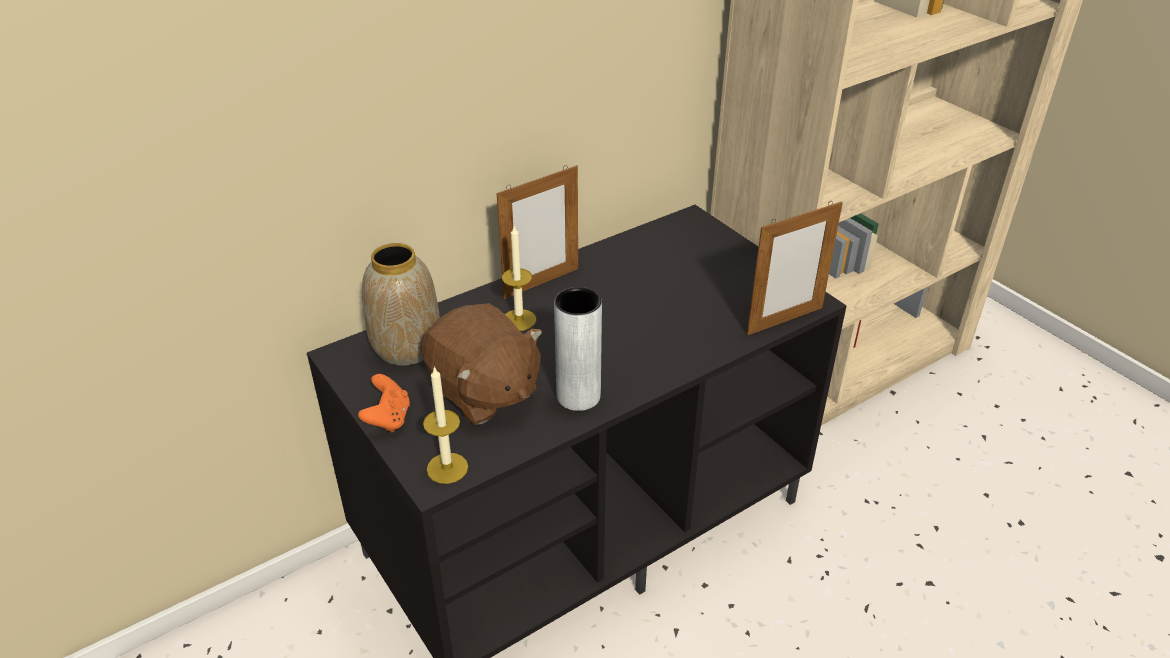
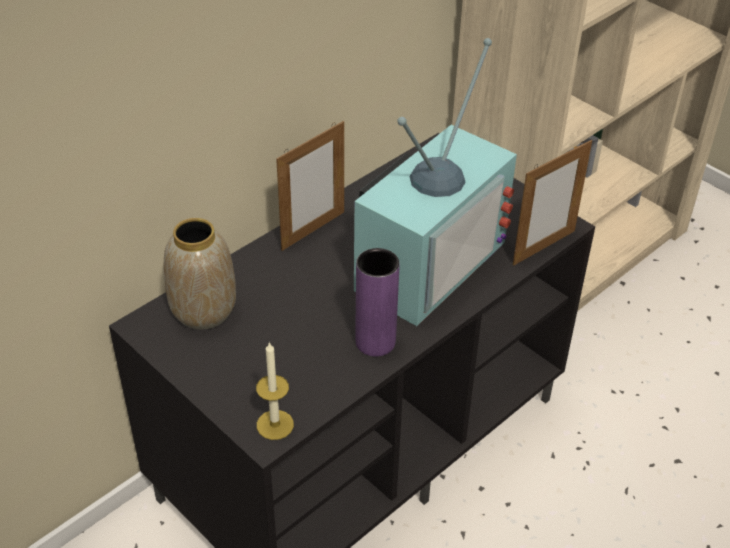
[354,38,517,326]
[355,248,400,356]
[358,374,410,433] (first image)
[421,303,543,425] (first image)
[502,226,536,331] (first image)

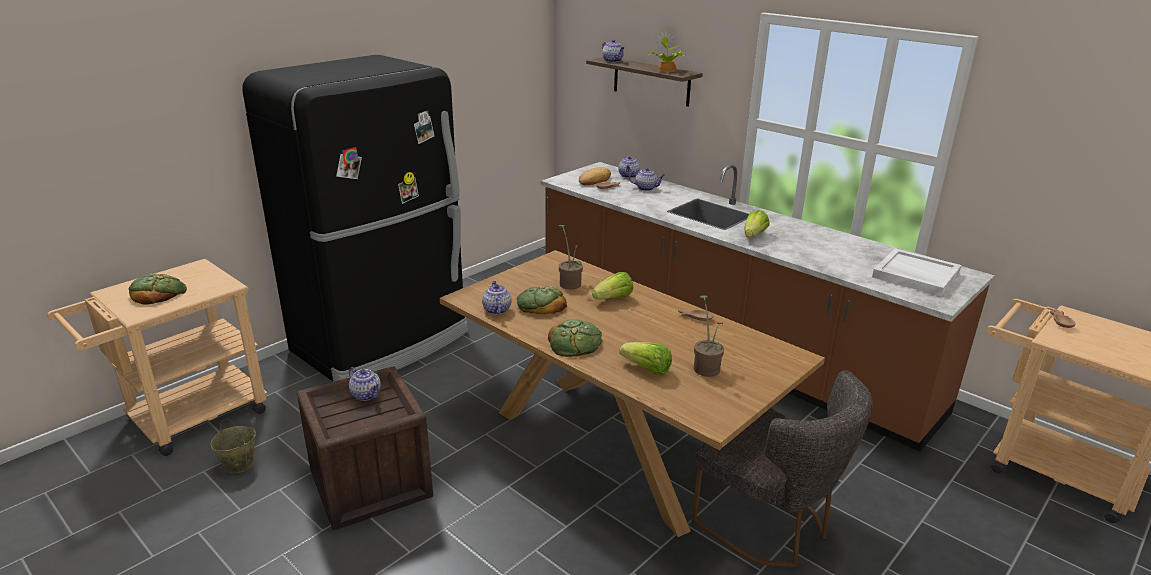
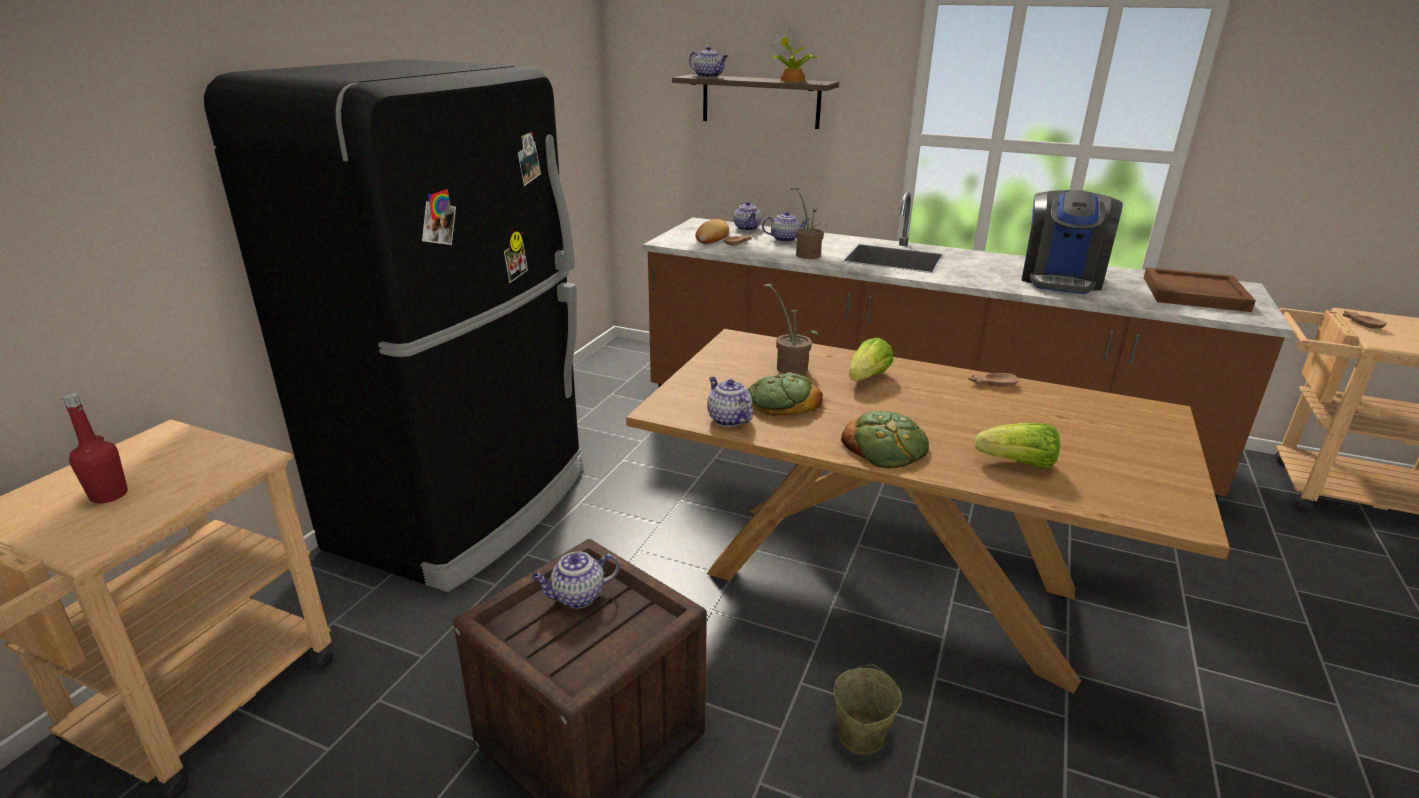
[62,393,128,504]
[532,552,619,609]
[791,188,827,259]
[833,663,902,755]
[1022,190,1123,294]
[1144,267,1256,312]
[692,370,873,567] (first image)
[744,210,770,237] (first image)

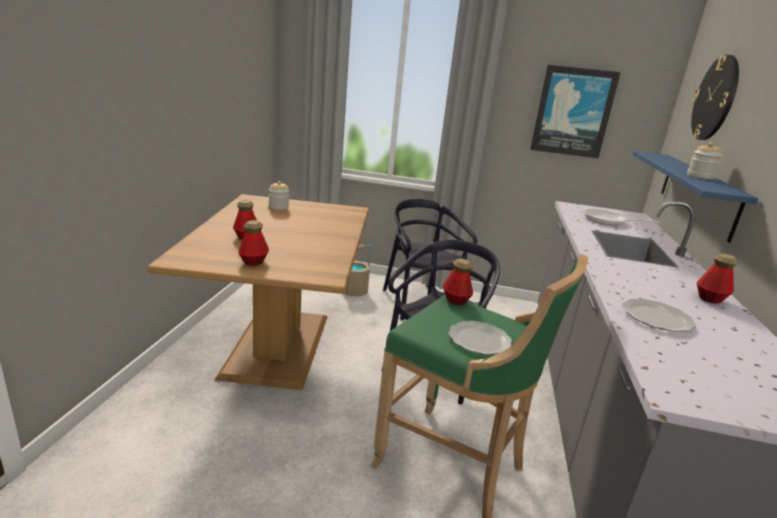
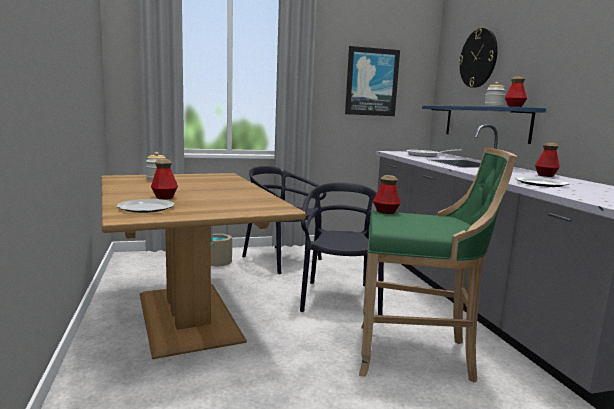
[117,199,175,213]
[505,76,527,107]

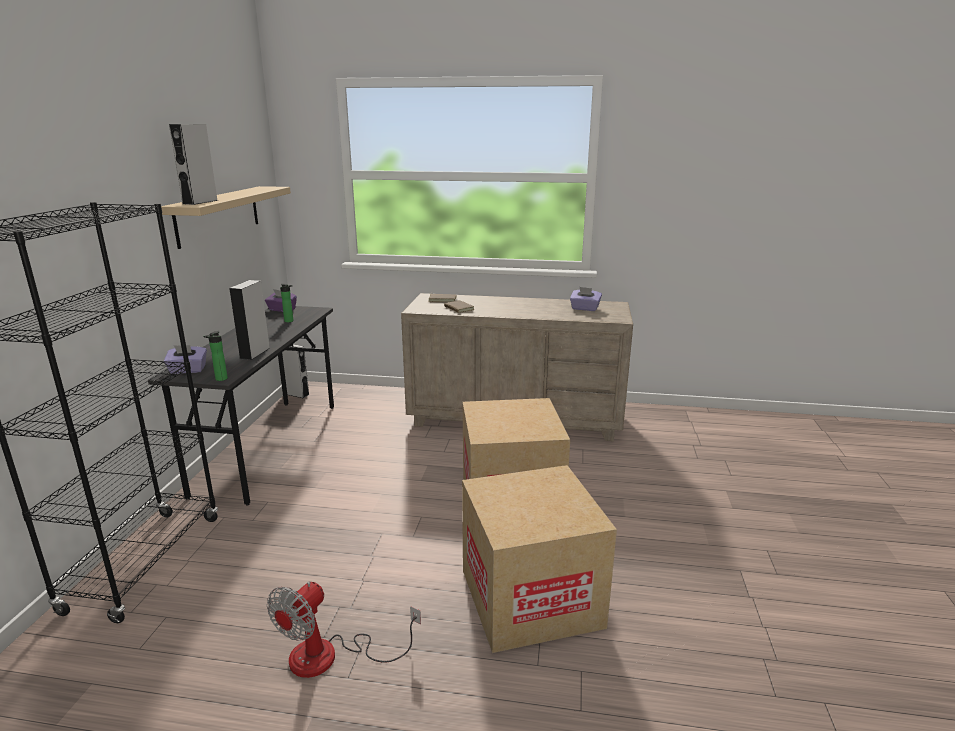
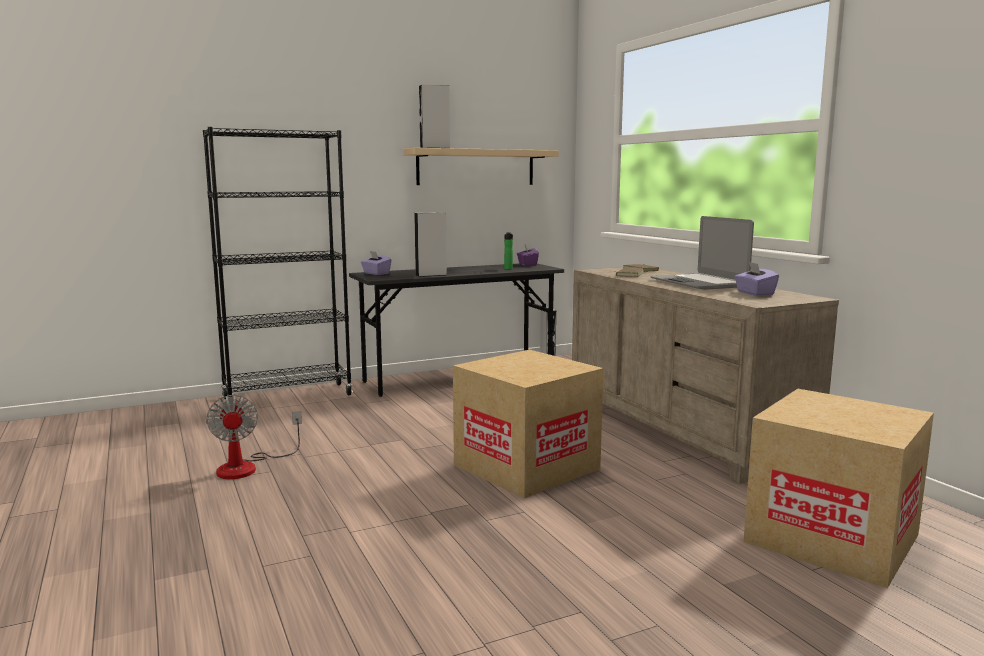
[206,395,302,479]
[650,216,754,290]
[744,389,934,588]
[203,331,228,381] (first image)

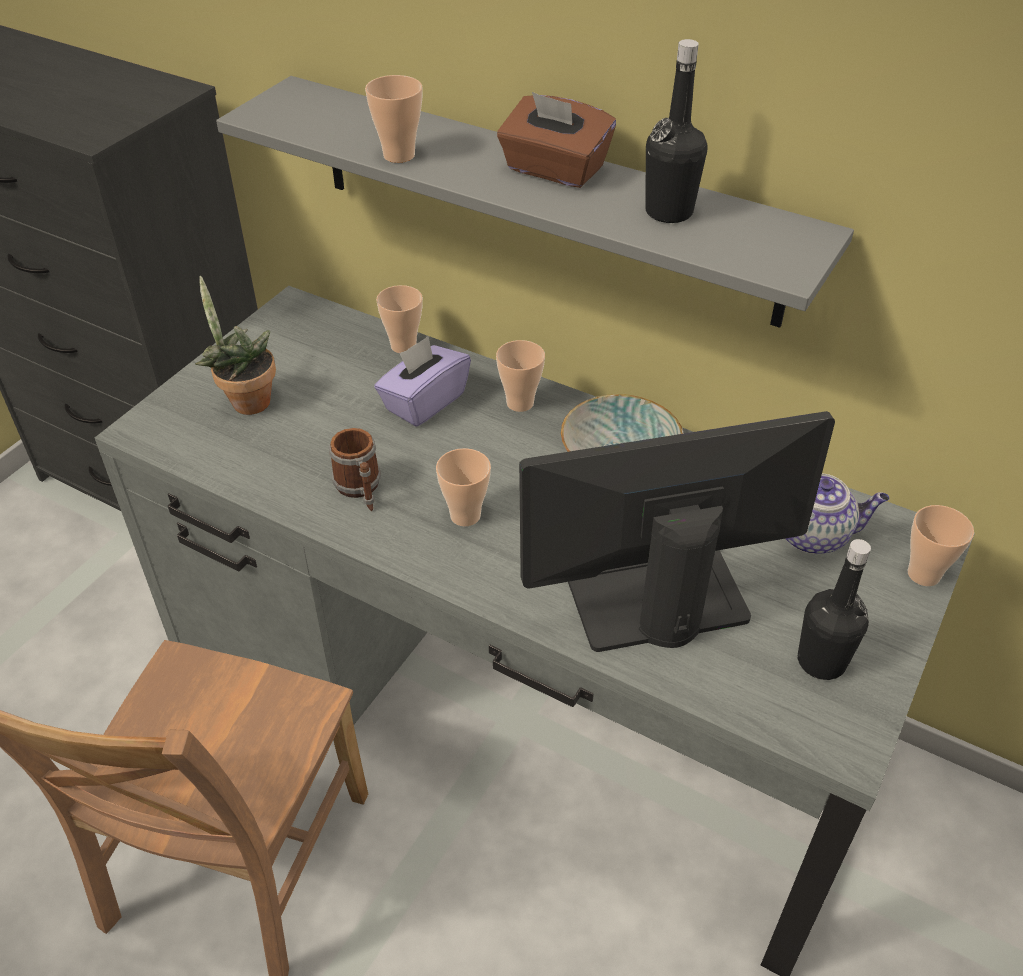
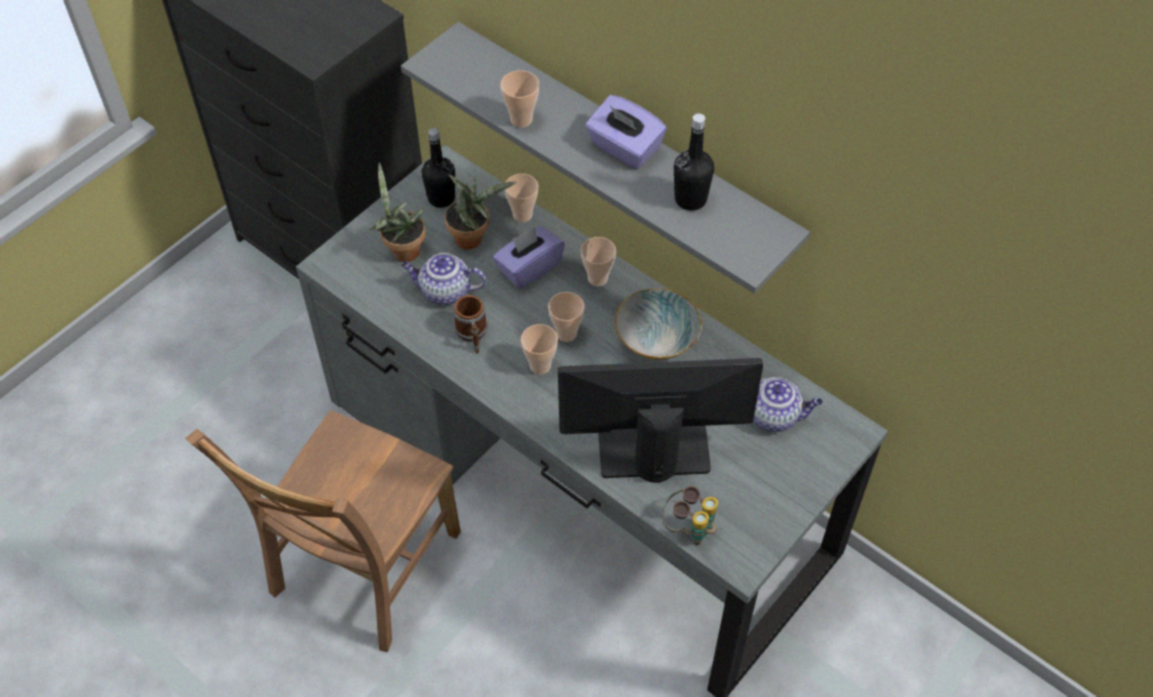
[401,253,486,305]
[422,128,455,208]
[445,174,516,250]
[548,292,585,342]
[585,95,667,169]
[662,486,718,546]

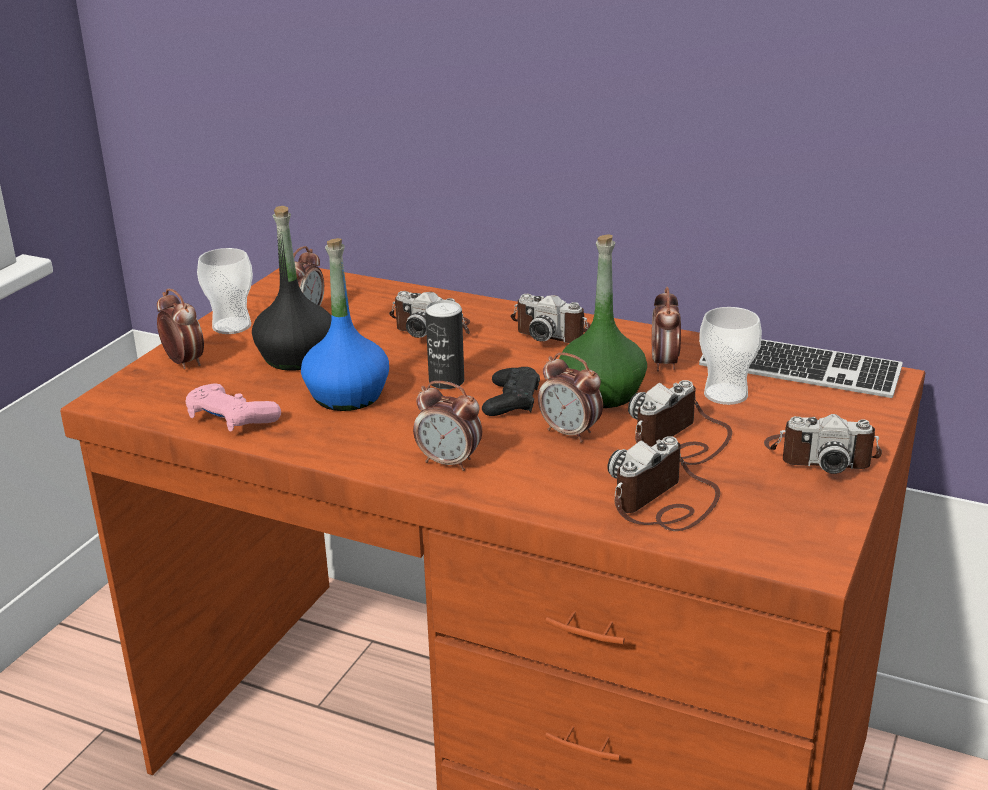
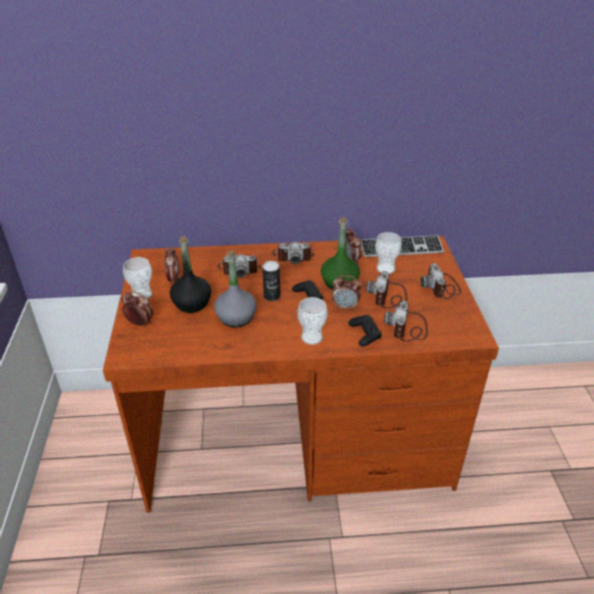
[214,250,257,327]
[297,297,328,345]
[348,315,382,347]
[420,263,461,299]
[185,383,281,432] (first image)

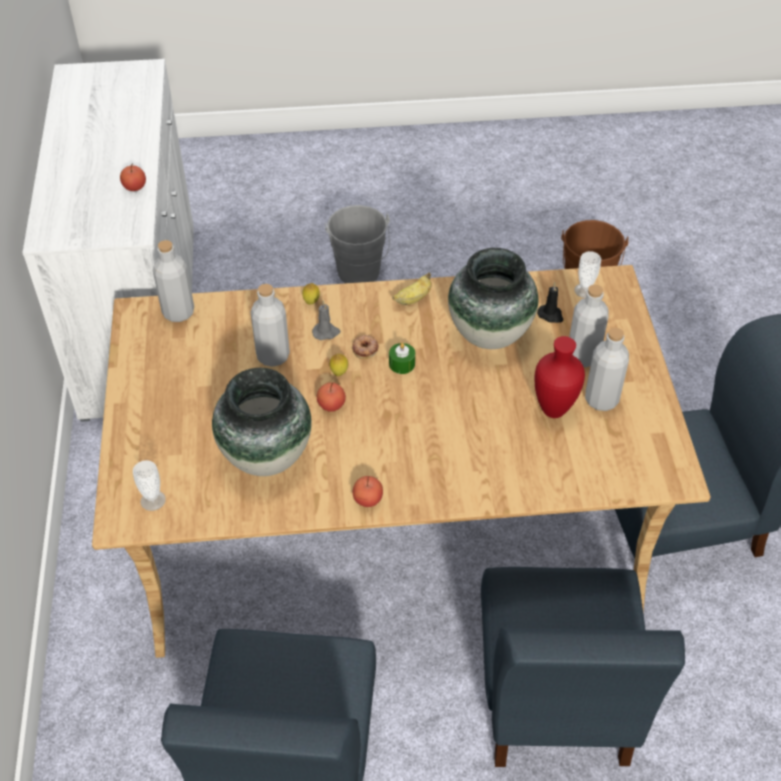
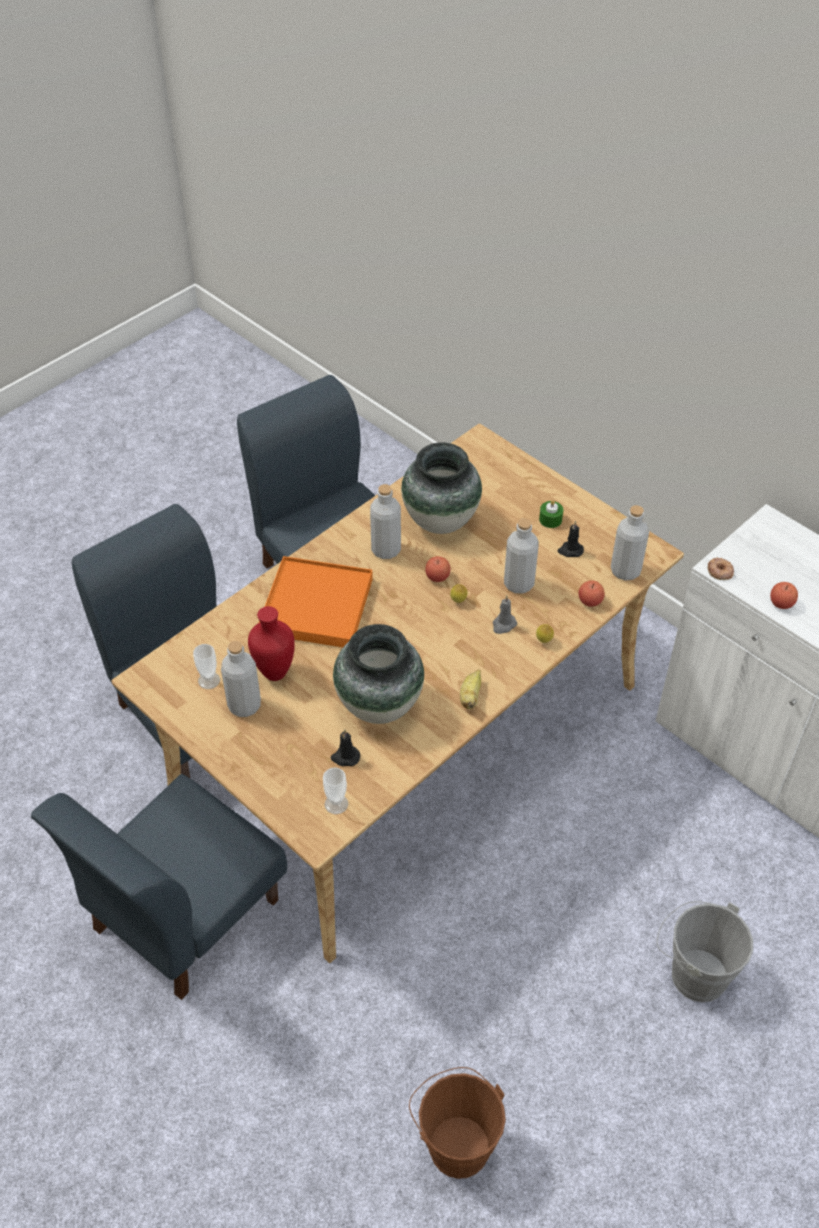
[193,644,220,689]
[259,556,373,647]
[370,484,401,559]
[539,500,563,528]
[558,521,584,557]
[578,580,605,607]
[708,557,734,580]

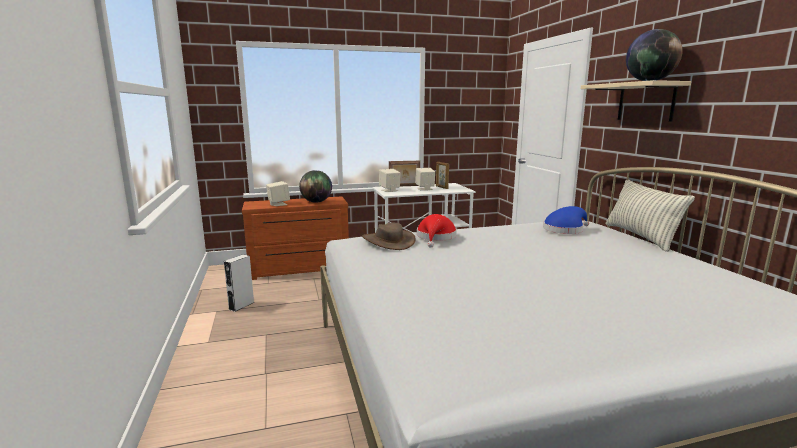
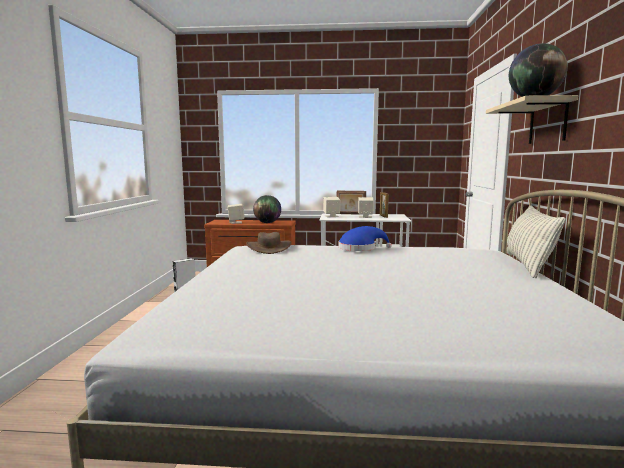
[339,226,392,251]
[417,214,457,248] (first image)

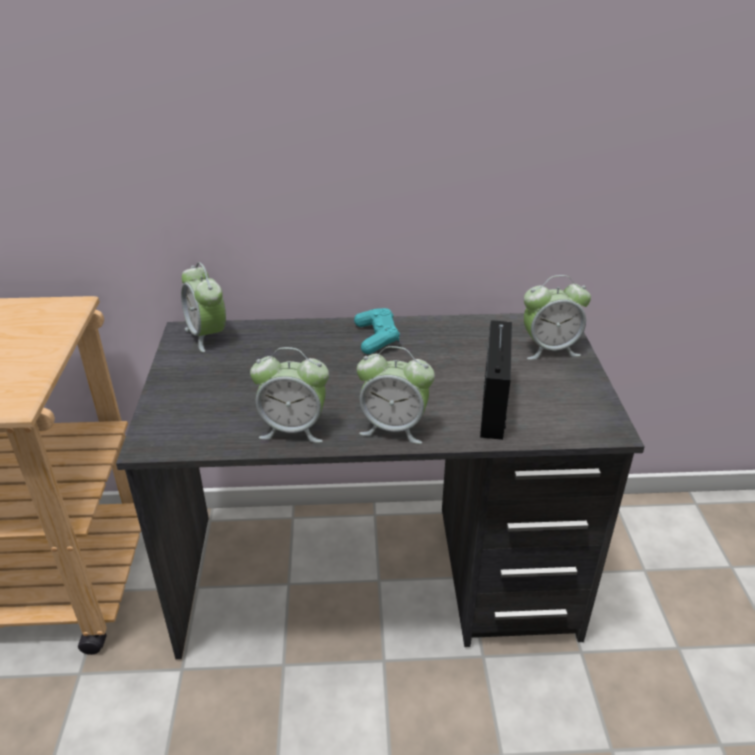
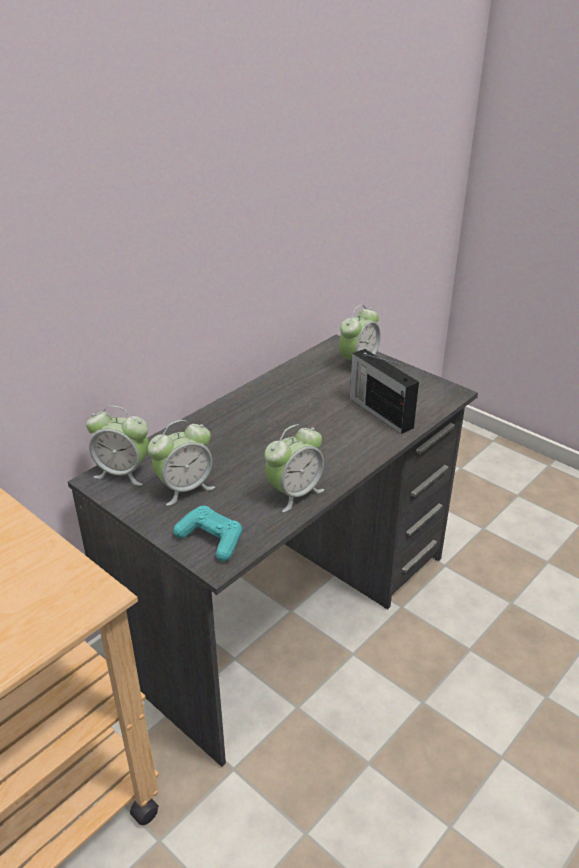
[148,420,215,506]
[173,506,242,562]

